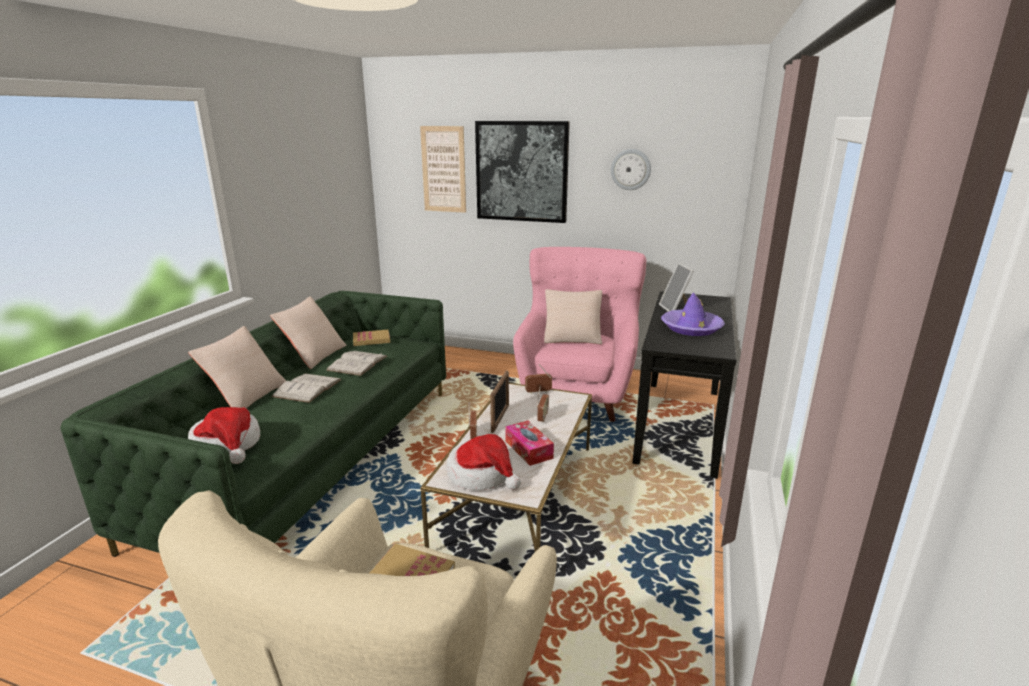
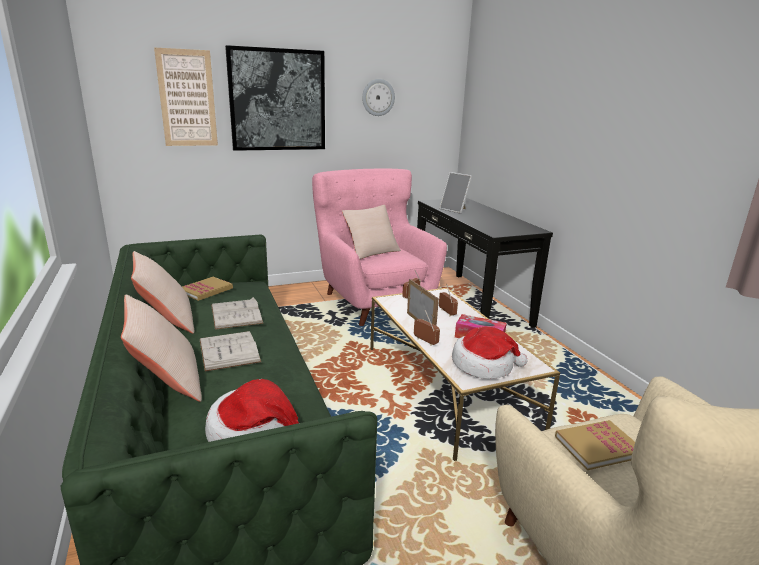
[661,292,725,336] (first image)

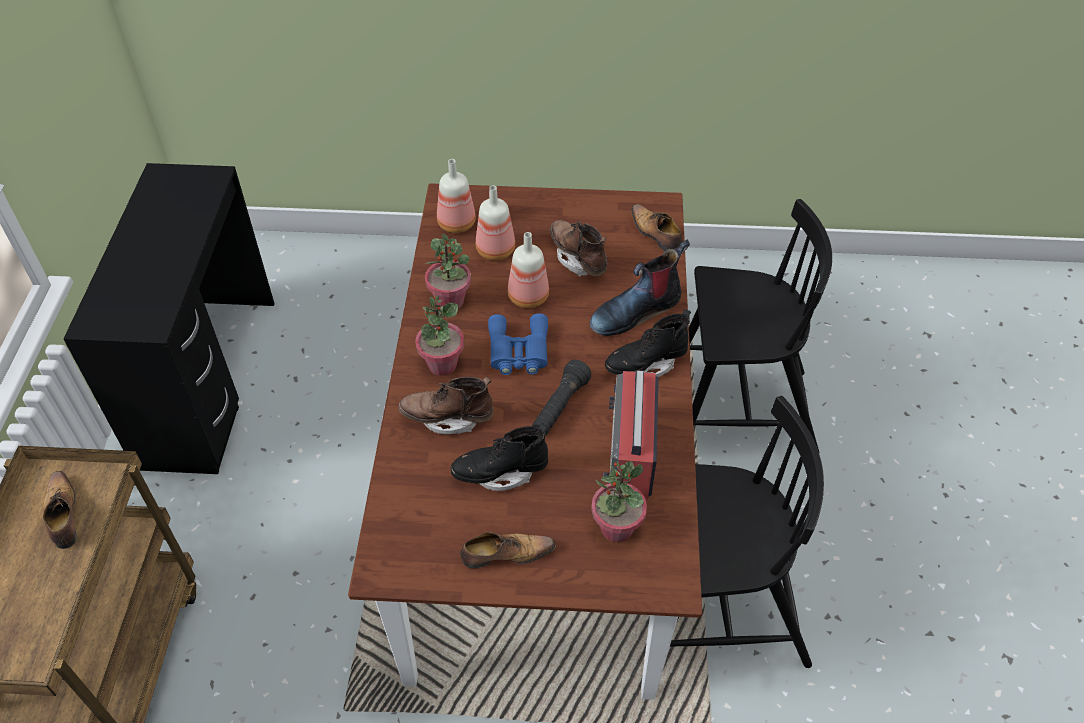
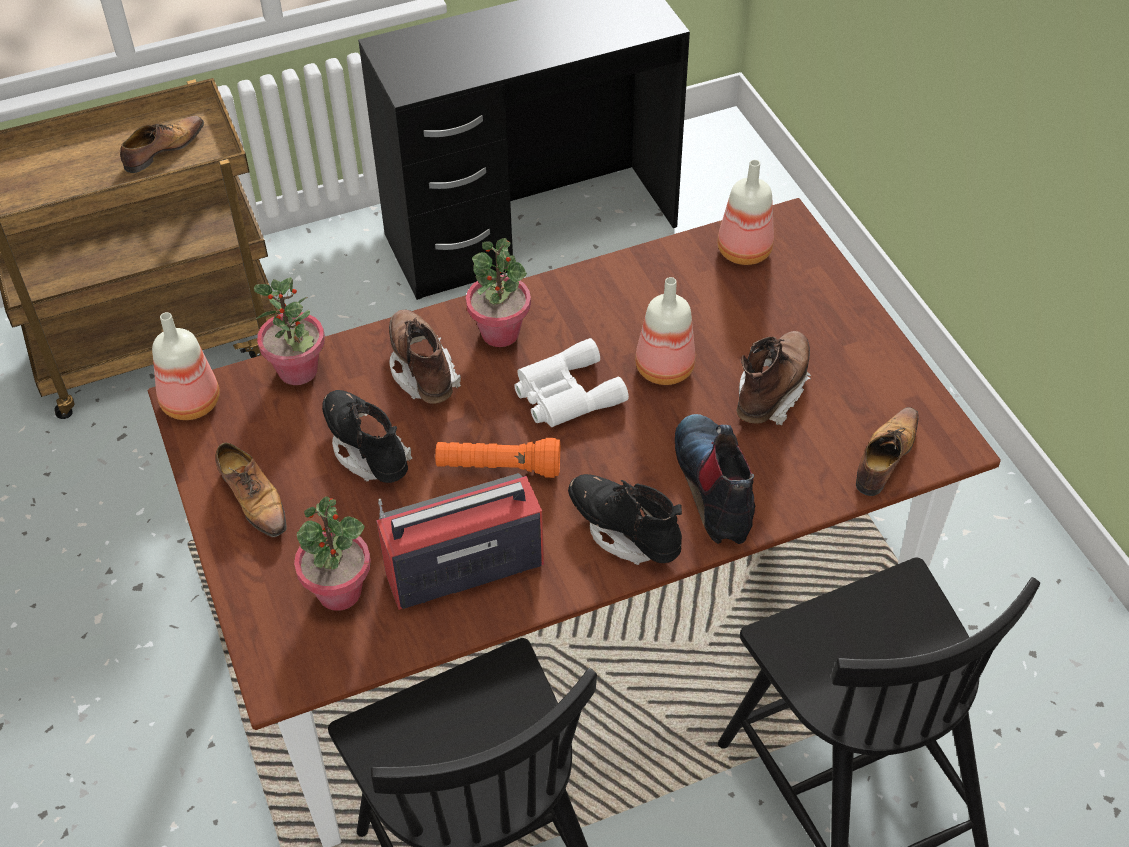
[152,312,220,420]
[254,277,325,385]
[435,438,560,478]
[514,338,629,427]
[675,414,755,544]

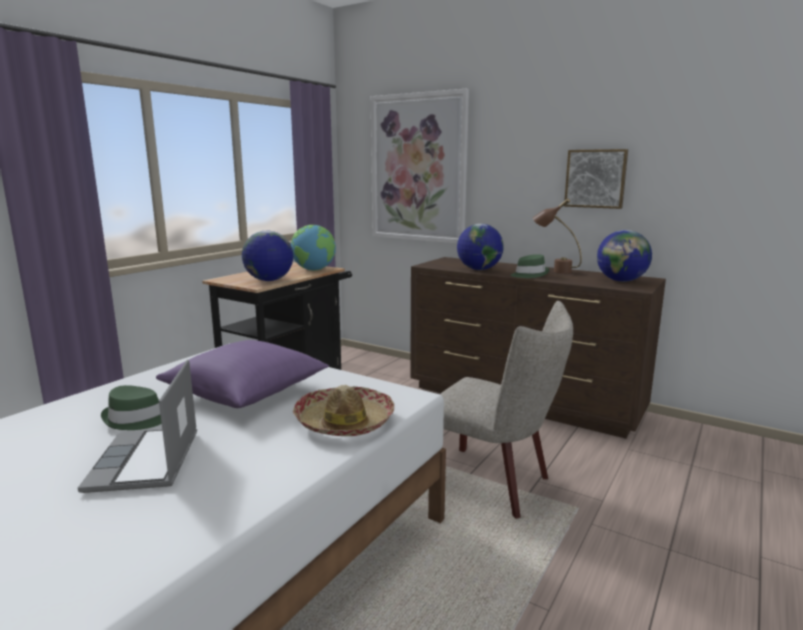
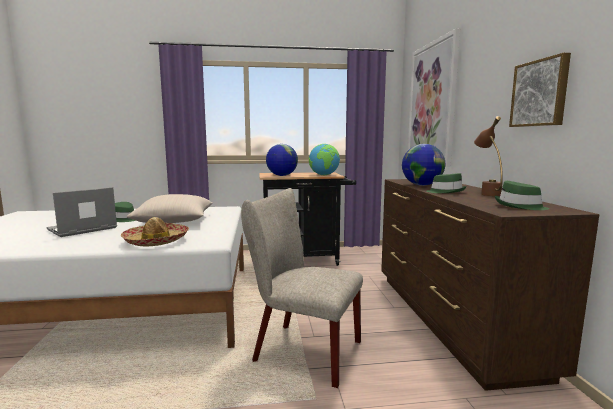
[127,194,213,223]
[241,188,363,388]
[495,181,549,210]

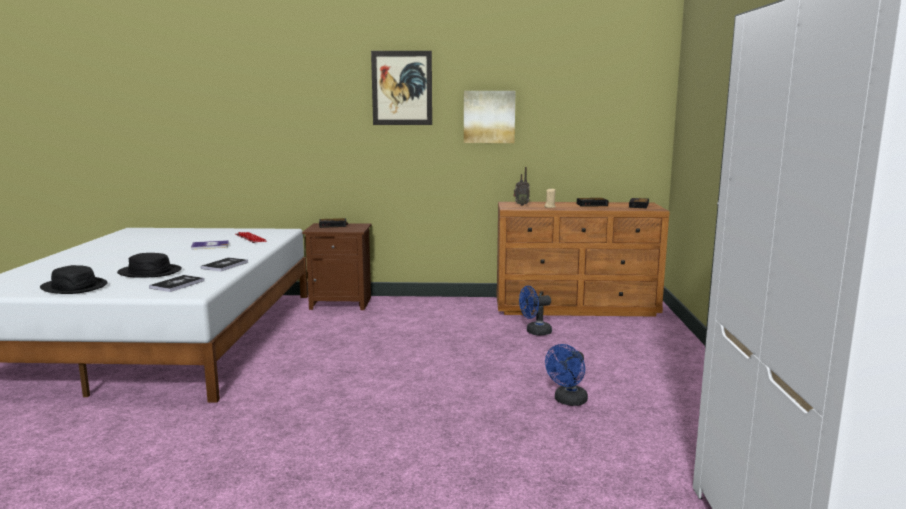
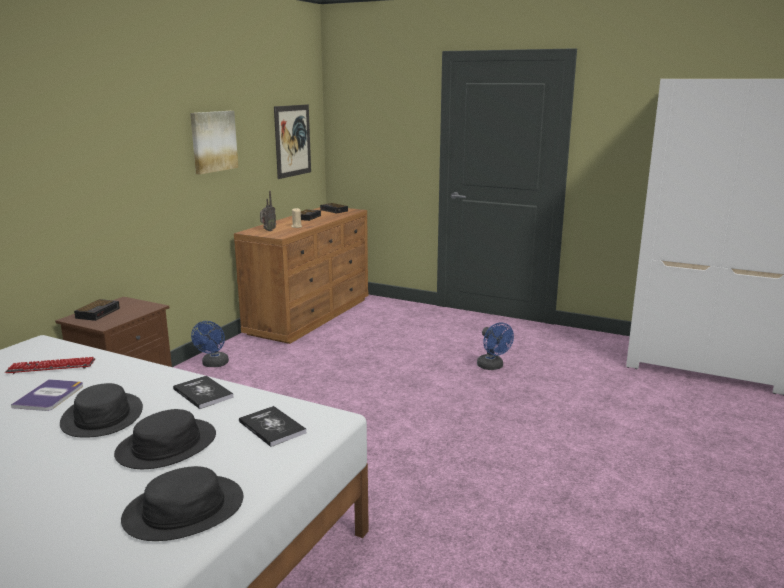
[60,383,143,438]
[191,321,229,367]
[274,104,311,179]

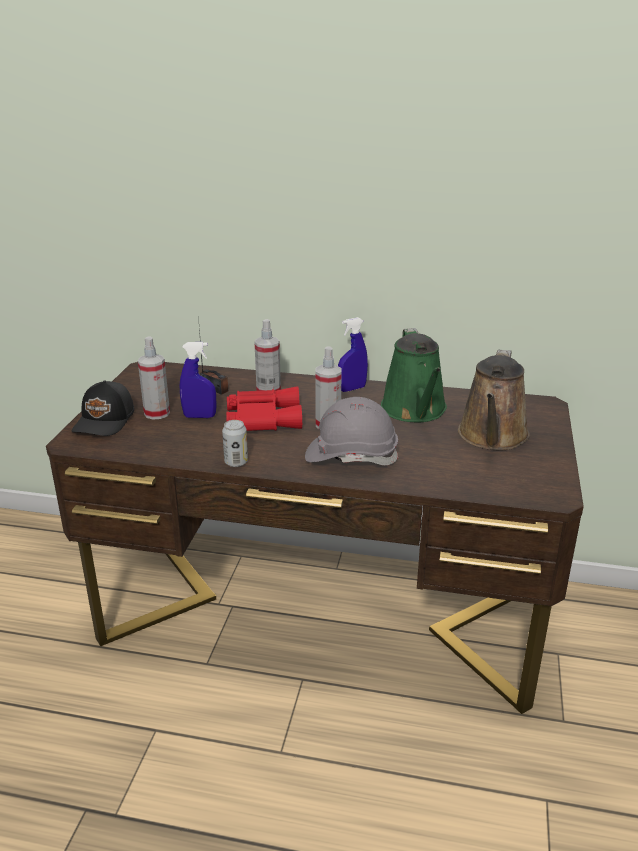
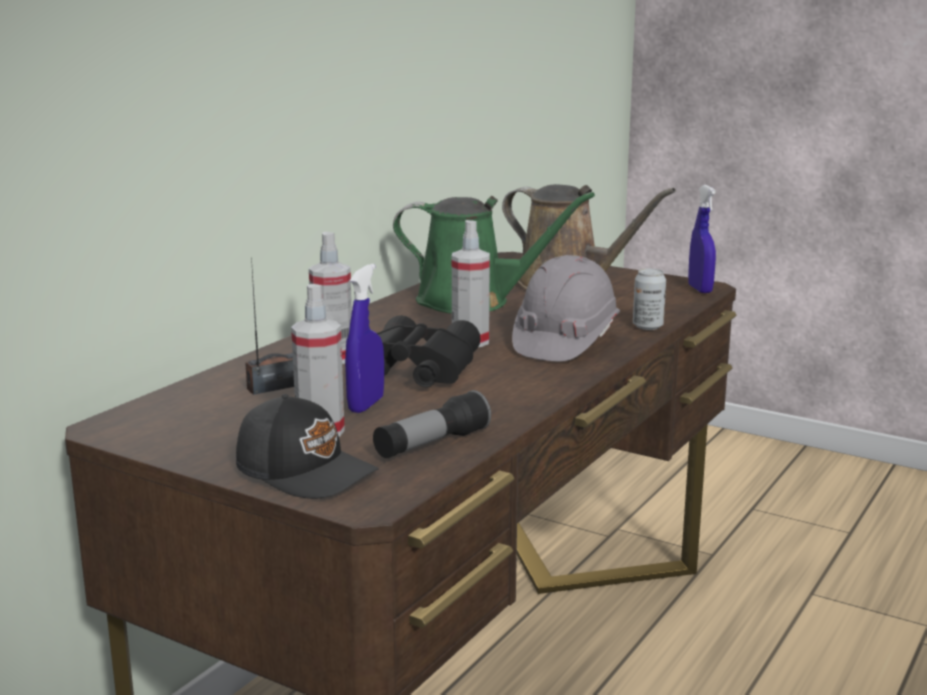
[373,390,491,458]
[377,315,481,387]
[633,268,666,330]
[688,185,716,293]

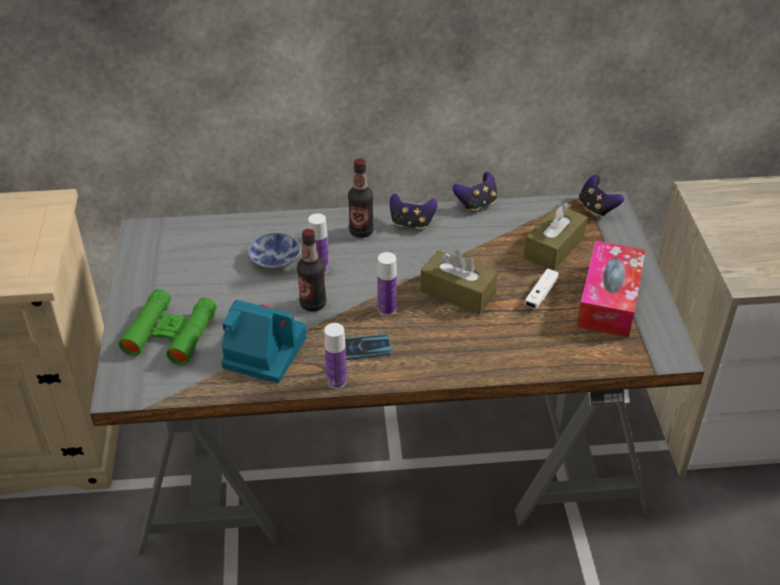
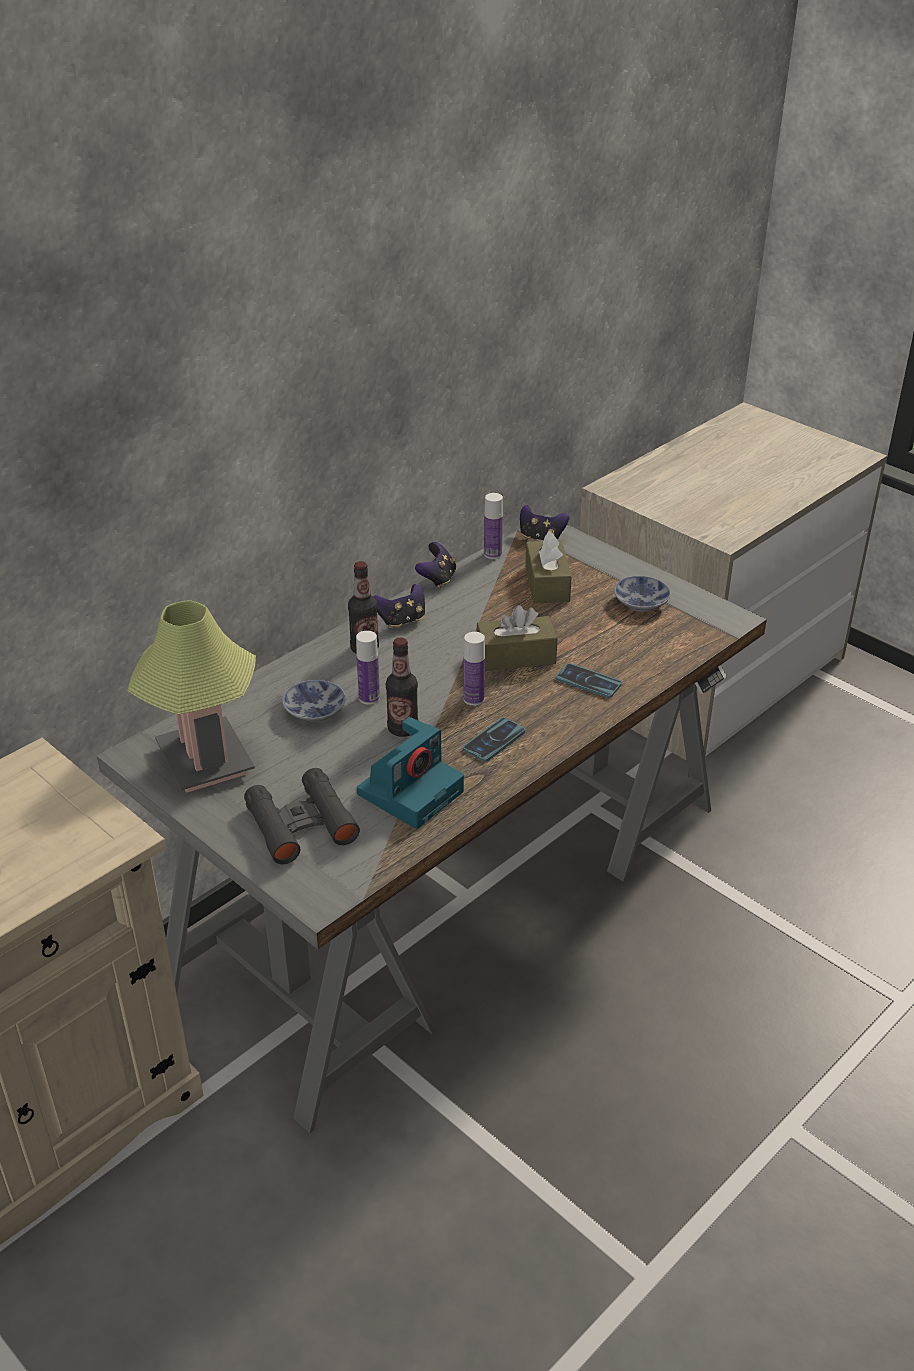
[128,600,256,793]
[244,768,360,864]
[357,717,464,829]
[484,493,503,559]
[556,663,622,698]
[614,576,671,612]
[524,268,559,309] (first image)

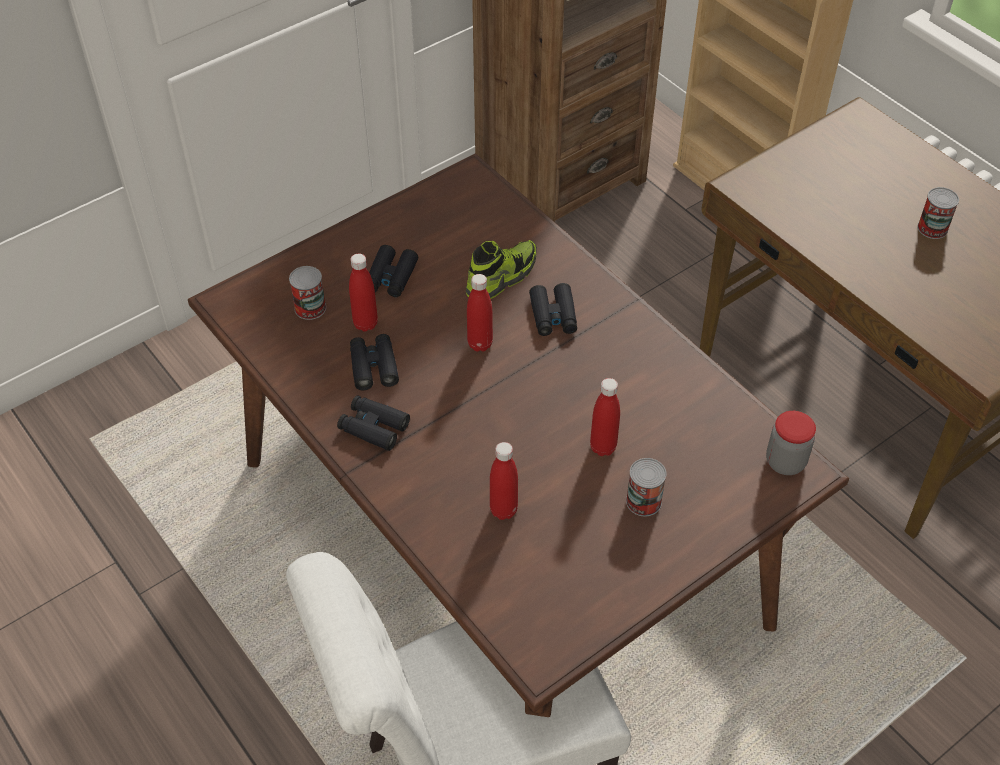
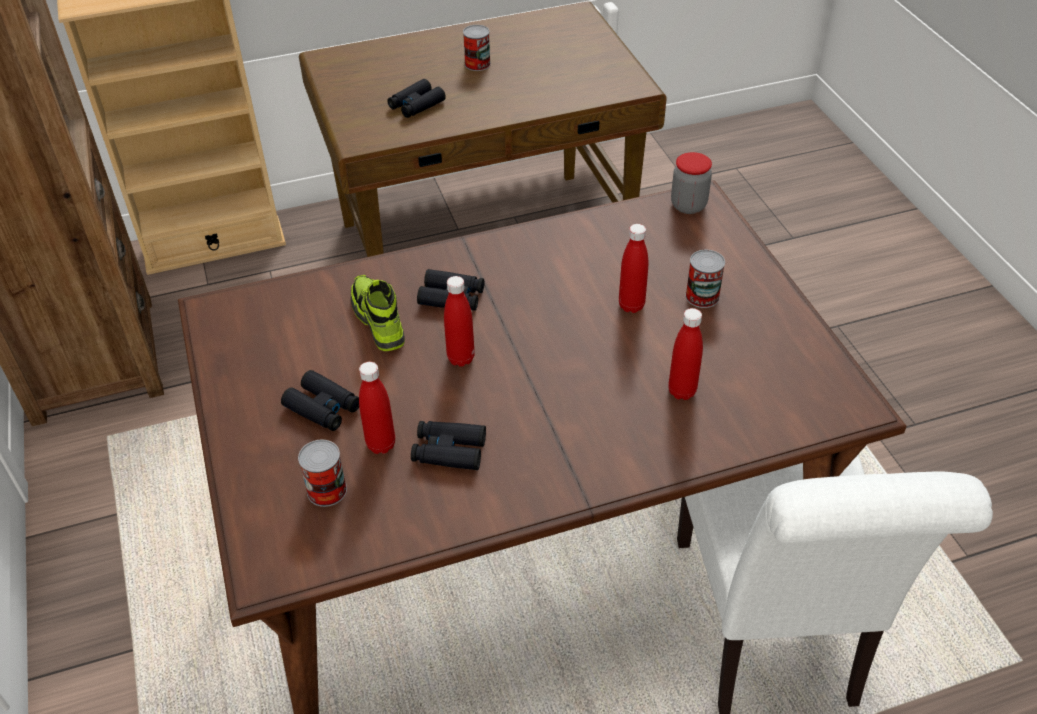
[387,79,446,118]

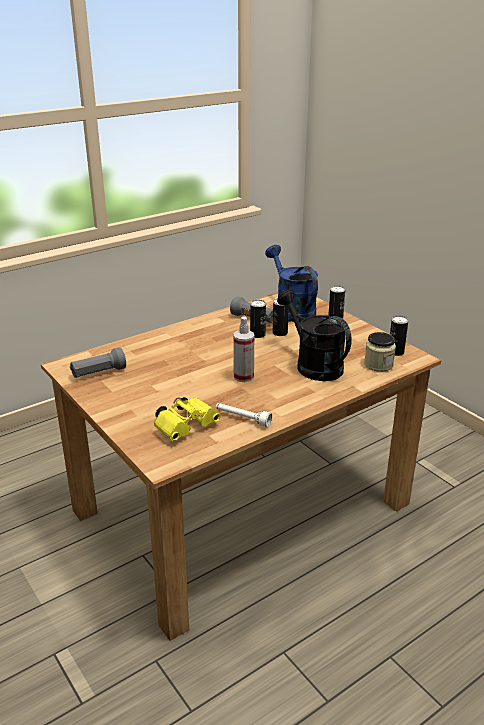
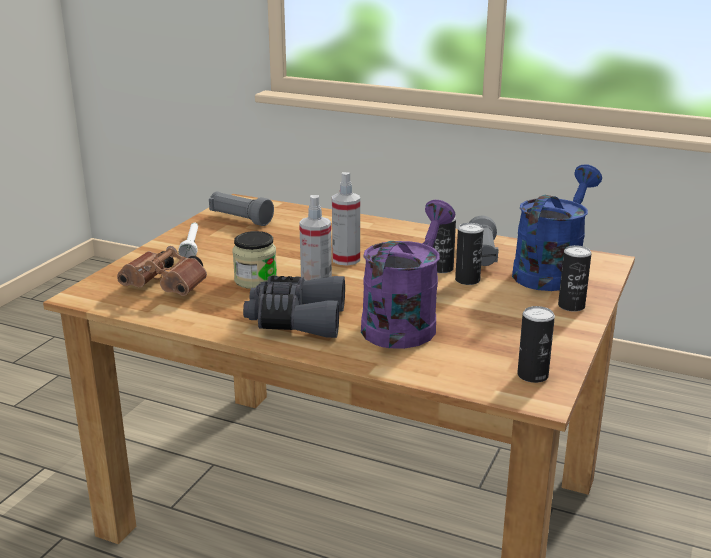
[117,246,207,296]
[178,222,198,258]
[232,231,277,289]
[243,276,345,338]
[332,172,360,266]
[361,200,455,349]

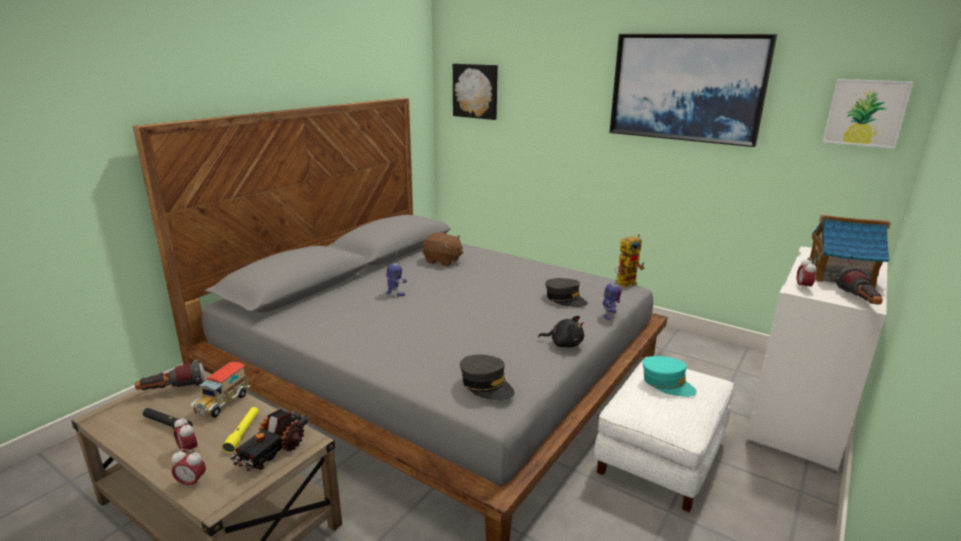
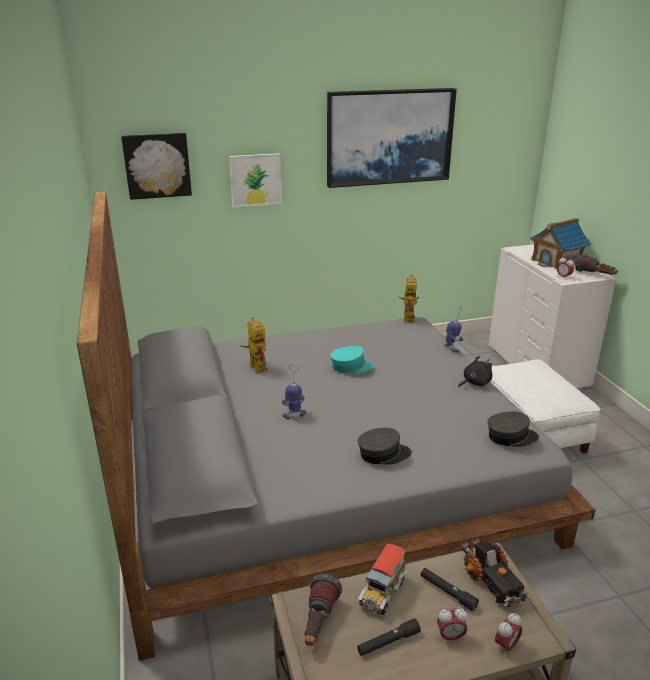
[229,153,282,208]
[240,317,268,373]
[330,346,374,373]
[358,428,412,465]
[358,544,407,615]
[421,568,479,611]

